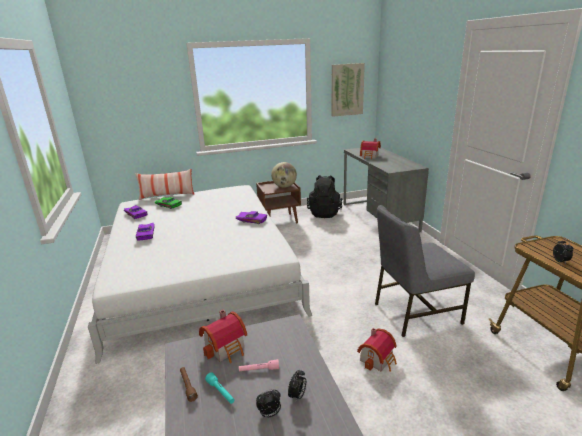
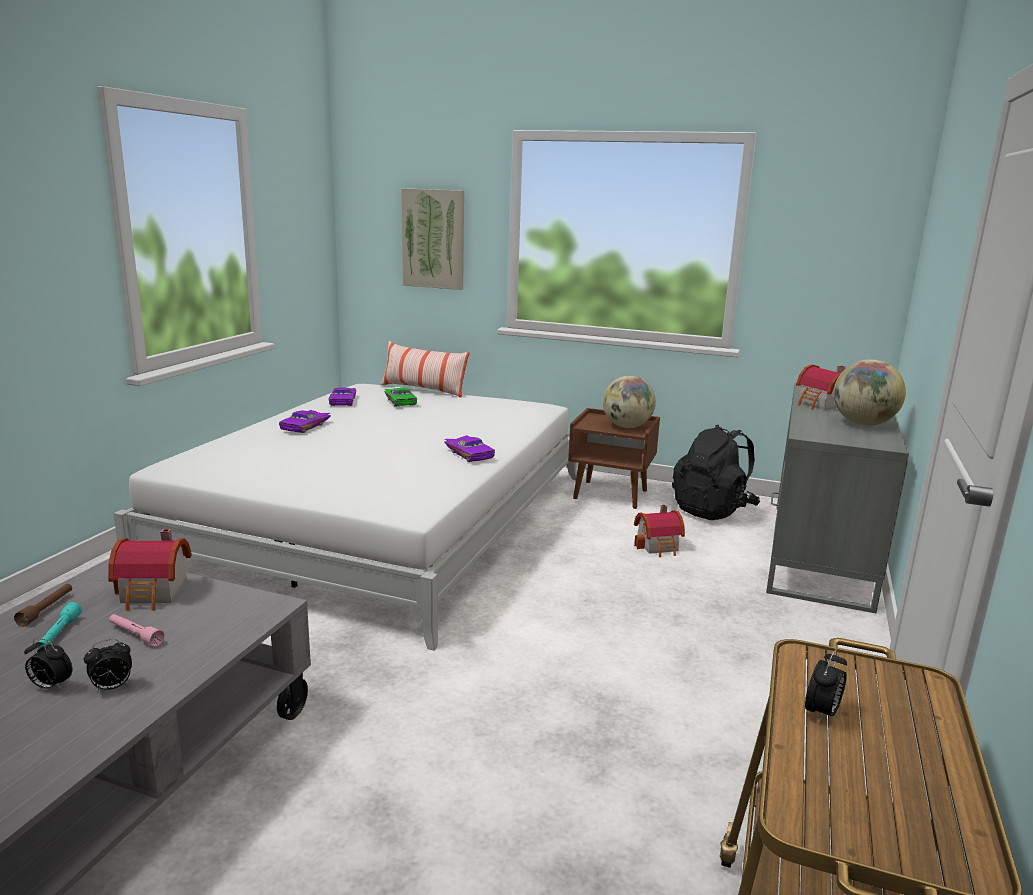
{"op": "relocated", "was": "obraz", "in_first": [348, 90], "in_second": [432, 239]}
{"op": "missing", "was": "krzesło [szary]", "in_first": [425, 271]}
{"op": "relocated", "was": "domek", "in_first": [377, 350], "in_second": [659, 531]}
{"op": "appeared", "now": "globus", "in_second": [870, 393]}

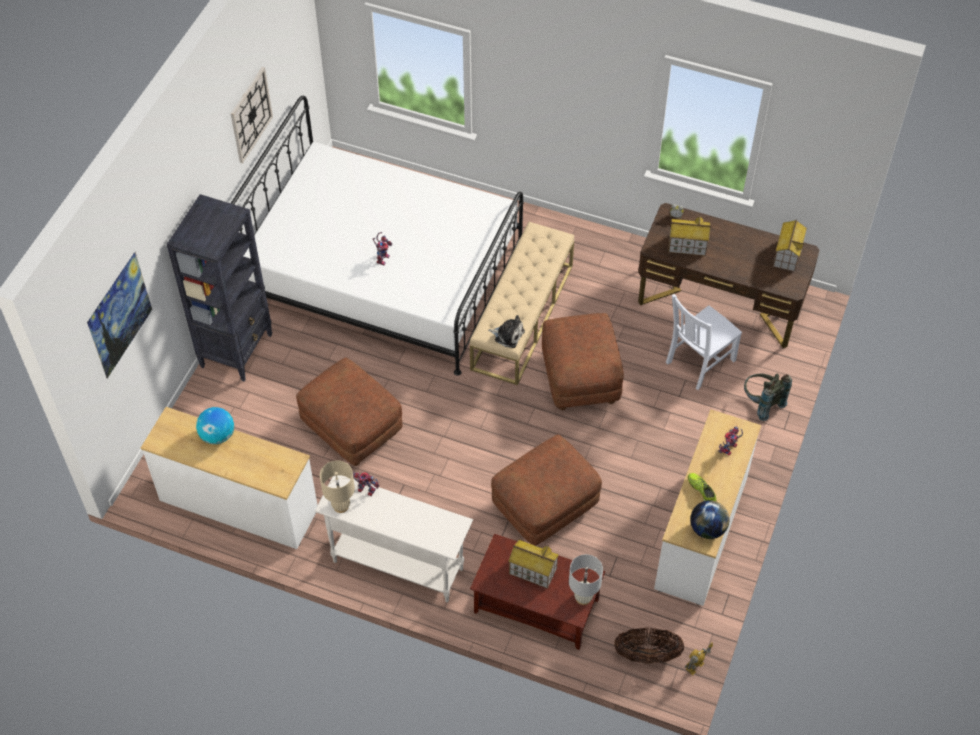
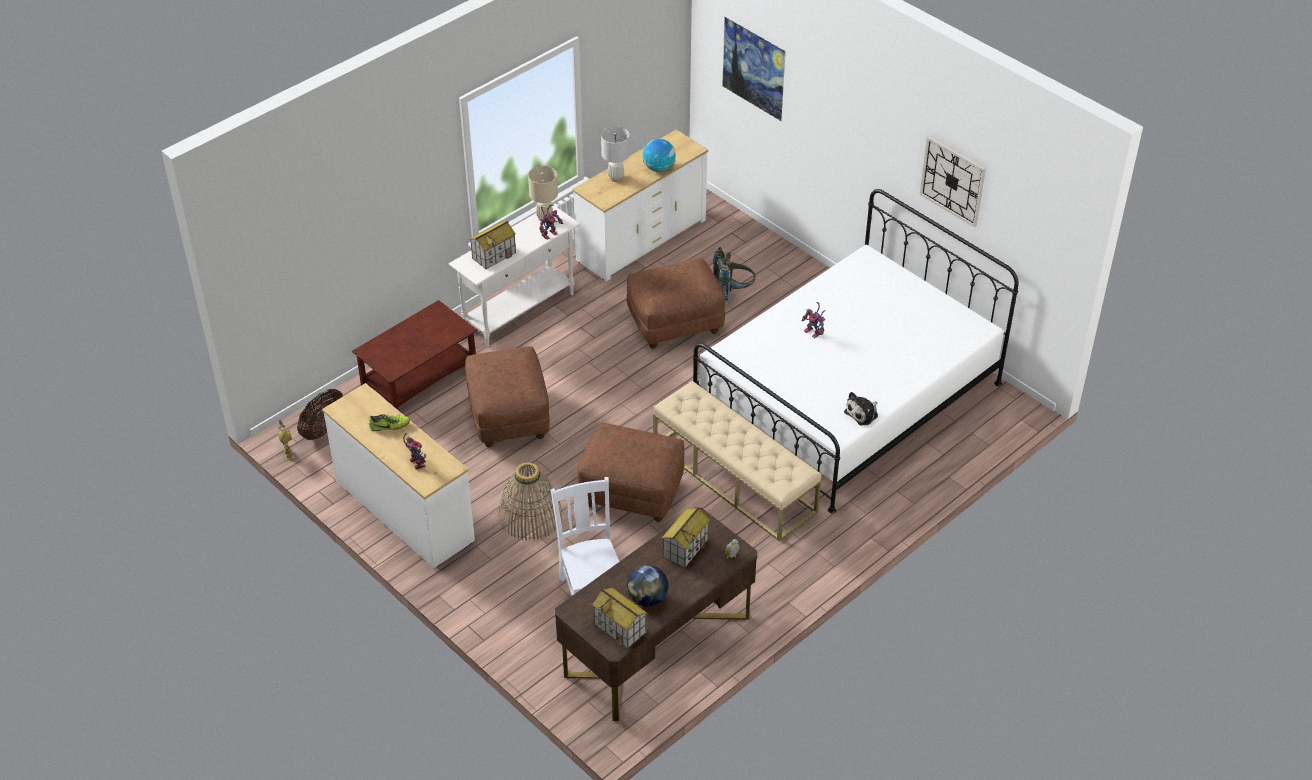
{"op": "missing", "was": "regał [czarny]", "in_first": [219, 288]}
{"op": "relocated", "was": "pluszak", "in_first": [506, 331], "in_second": [861, 409]}
{"op": "relocated", "was": "plecak [szary]", "in_first": [768, 397], "in_second": [734, 276]}
{"op": "relocated", "was": "globus", "in_first": [709, 519], "in_second": [647, 586]}
{"op": "relocated", "was": "domek", "in_first": [533, 564], "in_second": [493, 245]}
{"op": "relocated", "was": "lampa stołowa [biały]", "in_first": [586, 579], "in_second": [615, 154]}
{"op": "appeared", "now": "koszyk", "in_second": [530, 501]}

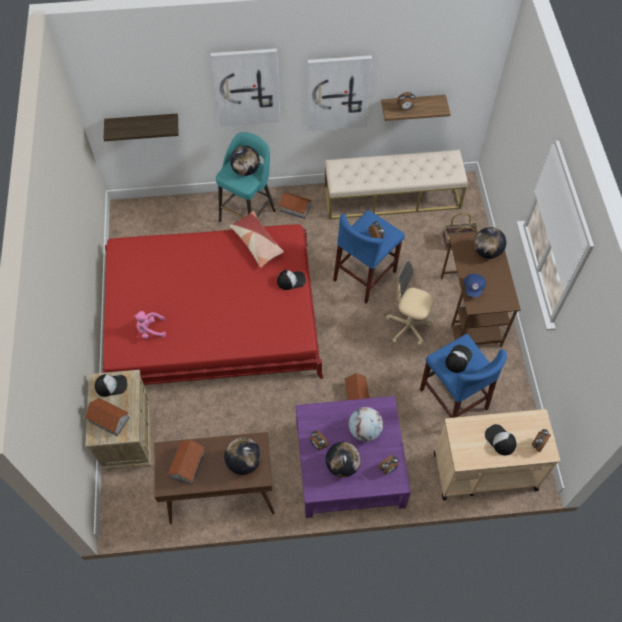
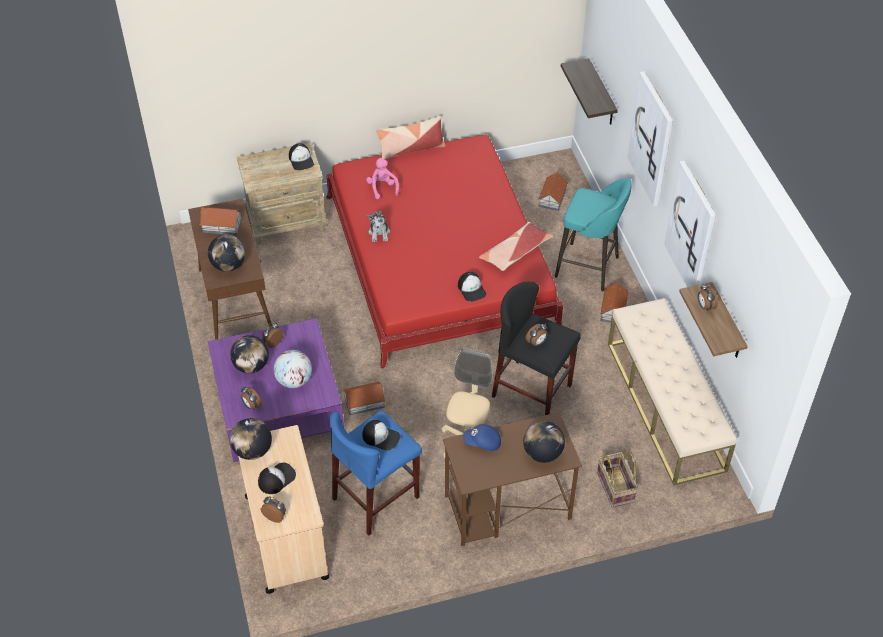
{"op": "relocated", "was": "globus", "in_first": [245, 161], "in_second": [251, 439]}
{"op": "colour", "was": "stołek [niebieski]", "now": "stołek [czarny]", "in_first": [369, 257], "in_second": [536, 348]}
{"op": "relocated", "was": "domek", "in_first": [107, 417], "in_second": [553, 191]}
{"op": "appeared", "now": "poduszka", "in_second": [411, 137]}
{"op": "appeared", "now": "pluszak", "in_second": [378, 226]}

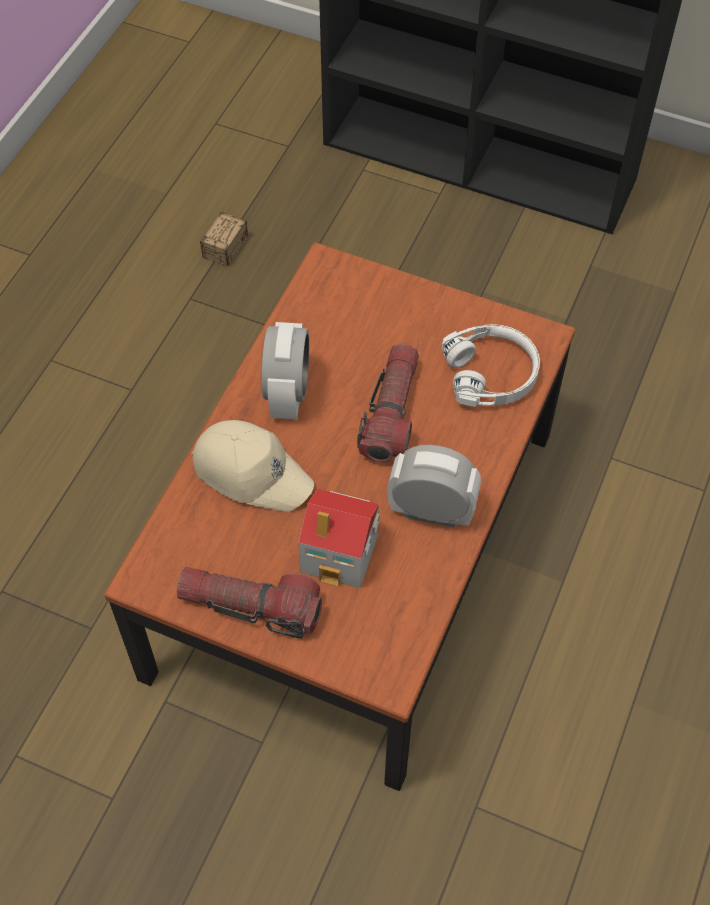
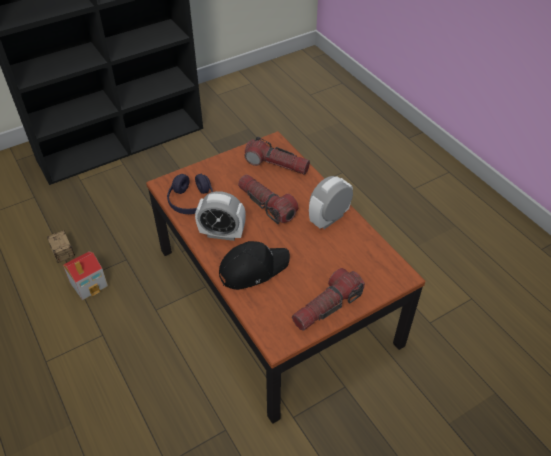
{"op": "spun", "was": "budzik", "in_first": [285, 371], "in_second": [220, 216], "clockwise": 150}
{"op": "exchanged", "was": "słuchawki [biały]", "now": "latarka", "in_first": [491, 365], "in_second": [277, 156]}
{"op": "colour", "was": "czapka z daszkiem [beżowy]", "now": "czapka z daszkiem [czarny]", "in_first": [253, 466], "in_second": [254, 265]}
{"op": "relocated", "was": "domek", "in_first": [339, 538], "in_second": [85, 275]}
{"op": "appeared", "now": "słuchawki [fioletowy]", "in_second": [190, 194]}

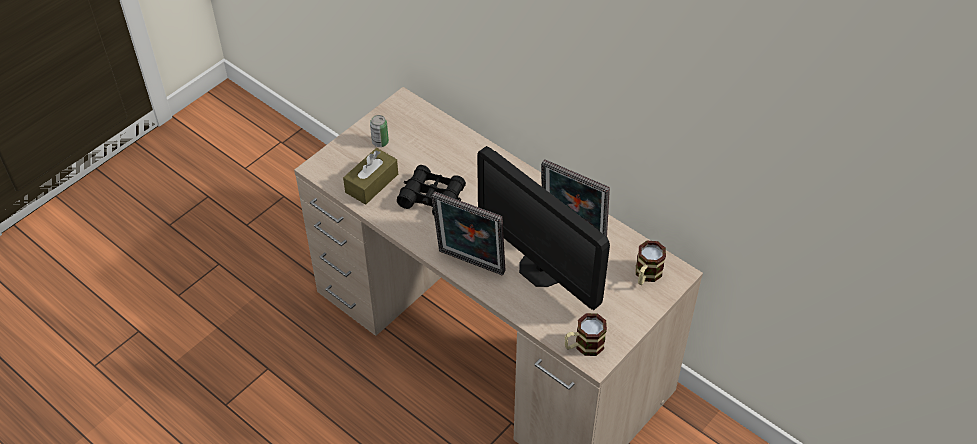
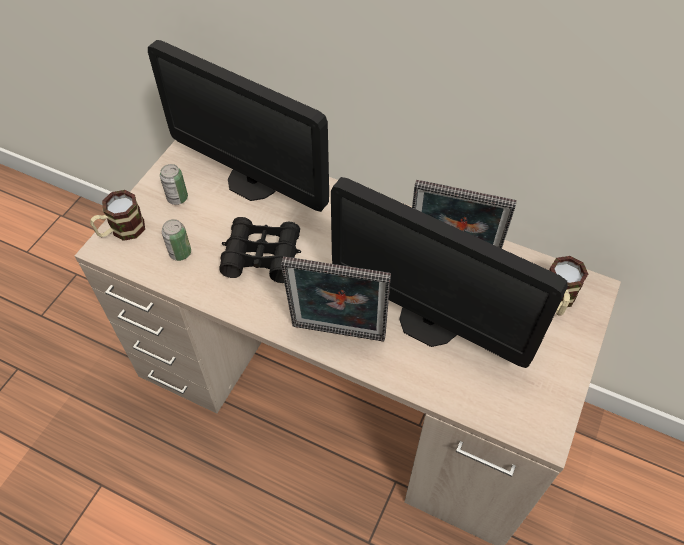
{"op": "exchanged", "was": "pudełko chusteczek [brązowy]", "now": "puszka", "in_first": [370, 176], "in_second": [176, 240]}
{"op": "relocated", "was": "kubek", "in_first": [586, 334], "in_second": [117, 215]}
{"op": "appeared", "now": "monitor", "in_second": [238, 126]}

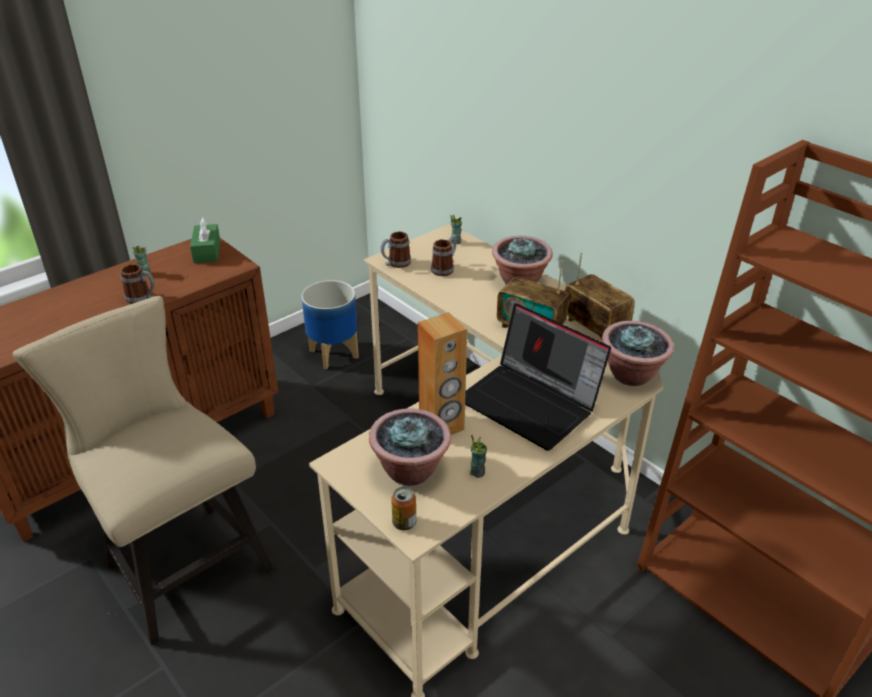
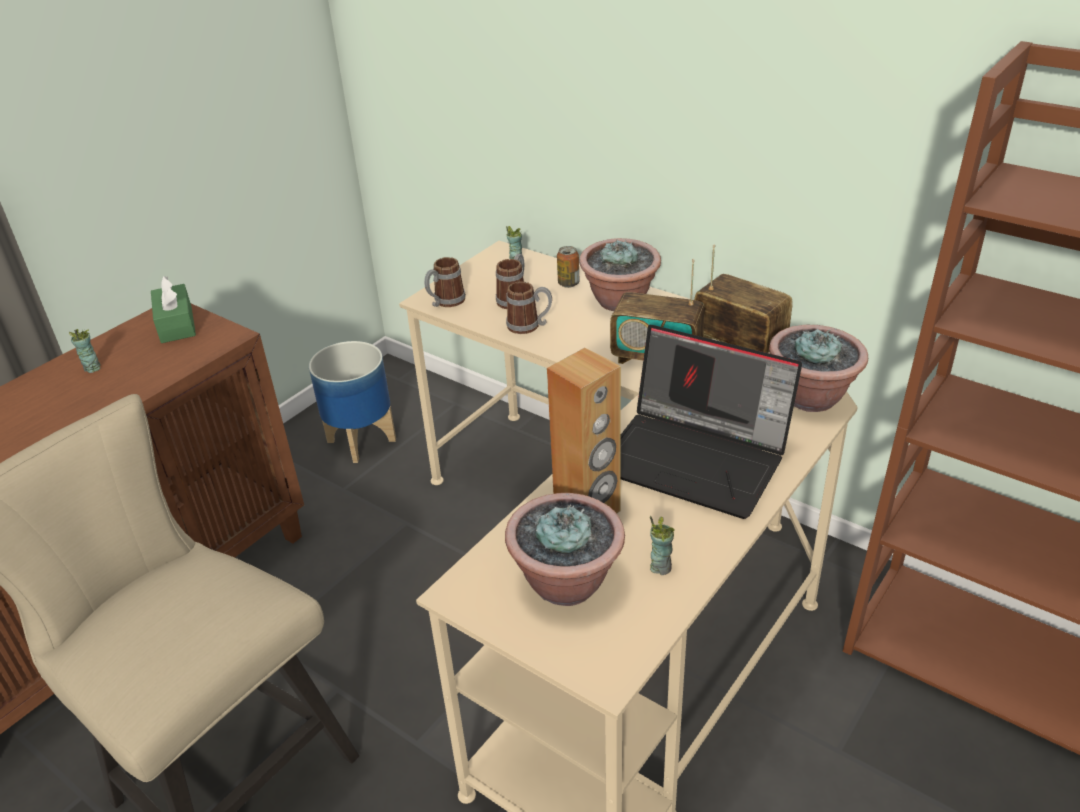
{"op": "relocated", "was": "kubek", "in_first": [138, 284], "in_second": [529, 307]}
{"op": "relocated", "was": "puszka", "in_first": [403, 508], "in_second": [568, 267]}

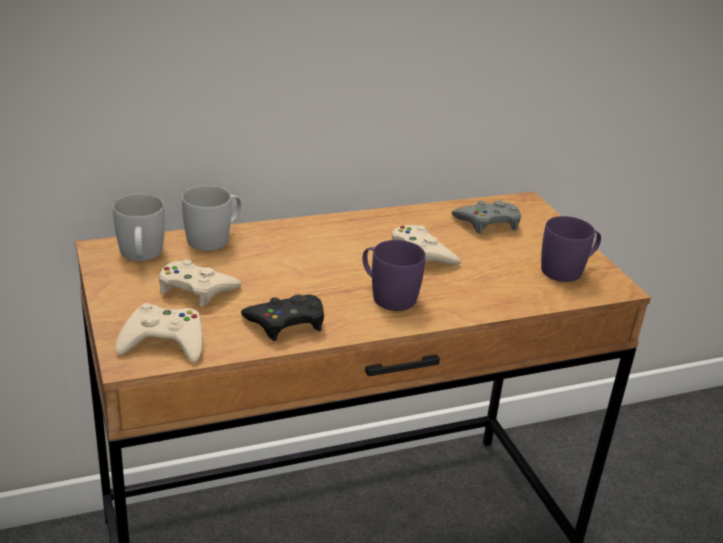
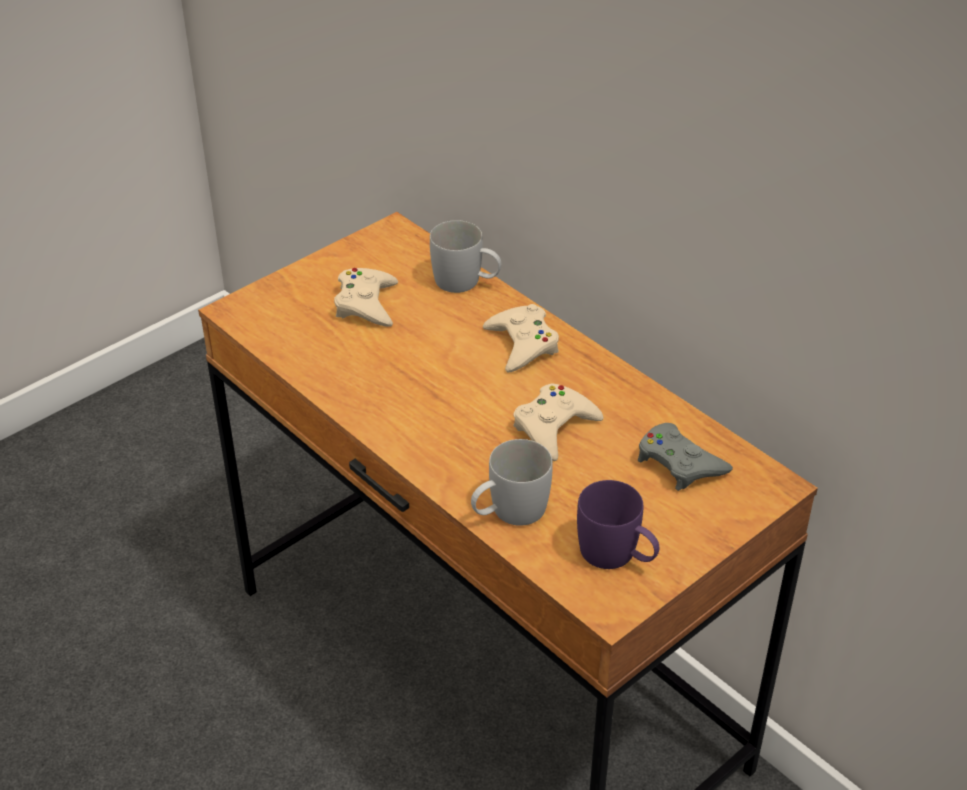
{"op": "relocated", "was": "kubek [biały]", "in_first": [139, 227], "in_second": [512, 482]}
{"op": "missing", "was": "kubek [fioletowy]", "in_first": [394, 275]}
{"op": "missing", "was": "pad do gier [czarny]", "in_first": [282, 317]}
{"op": "relocated", "was": "pad do gier [beżowy]", "in_first": [158, 333], "in_second": [521, 338]}

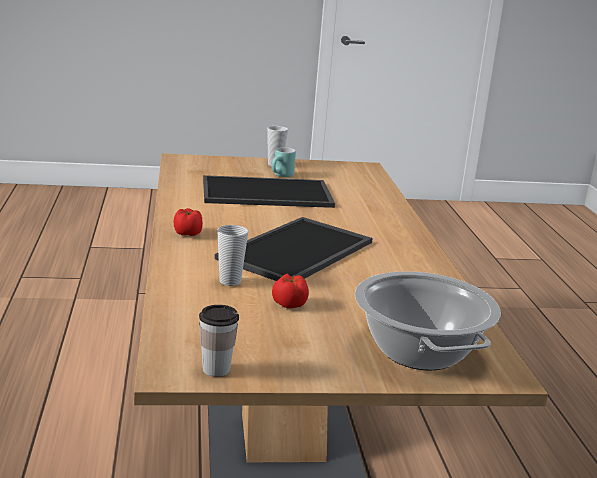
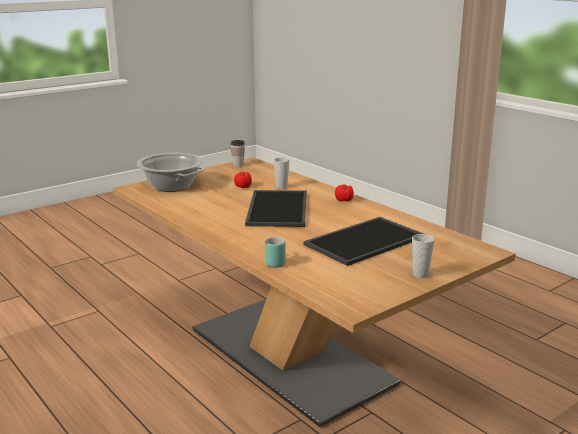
{"op": "relocated", "was": "kubek [turkusowy]", "in_first": [284, 162], "in_second": [275, 252]}

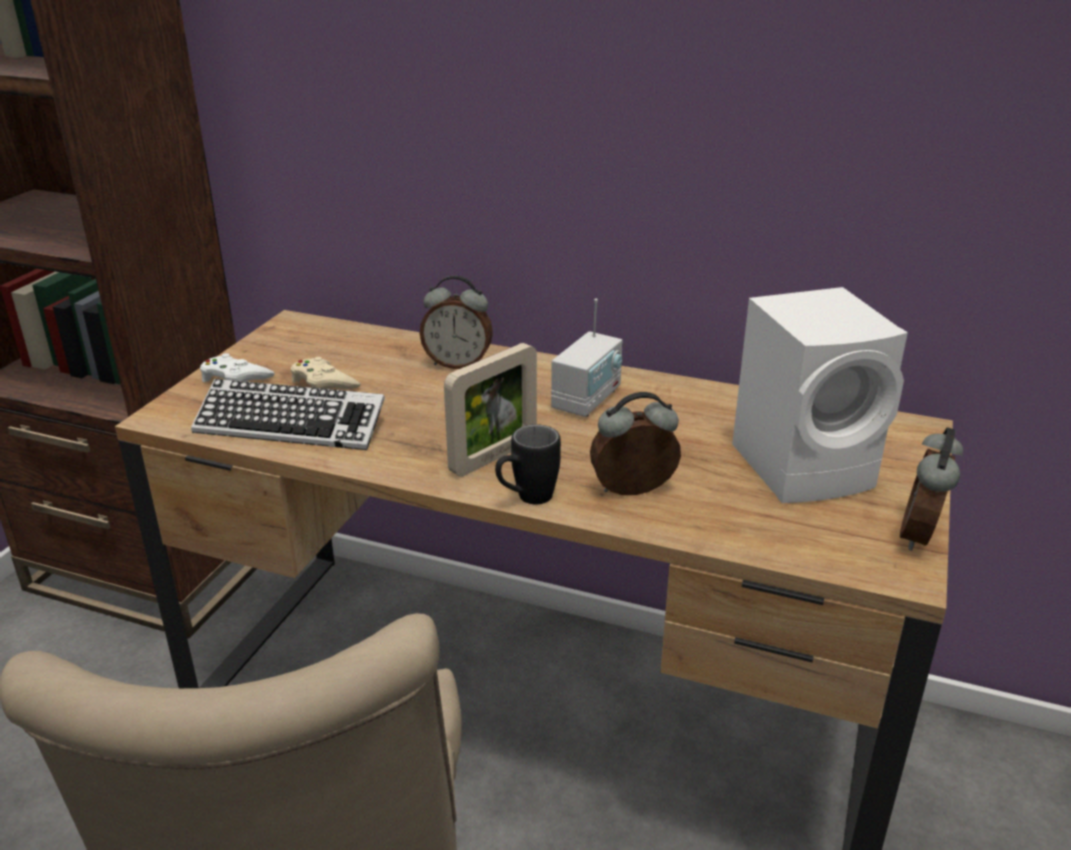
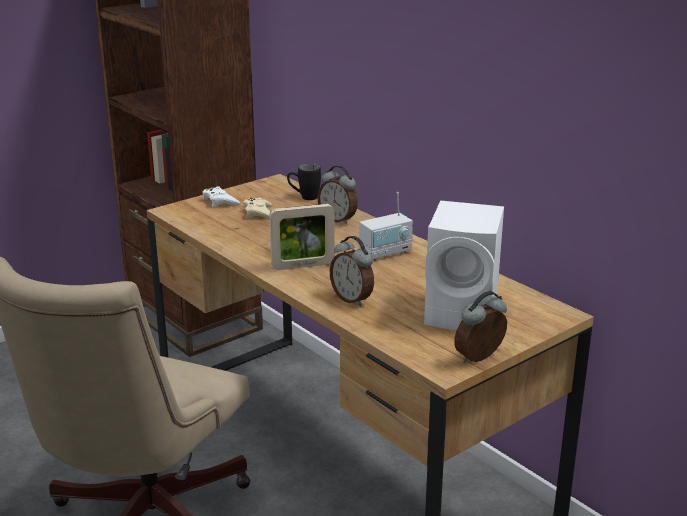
{"op": "missing", "was": "klawiatura", "in_first": [288, 414]}
{"op": "spun", "was": "budzik", "in_first": [635, 443], "in_second": [352, 271], "clockwise": -150}
{"op": "relocated", "was": "kubek [czarny]", "in_first": [528, 464], "in_second": [304, 182]}

